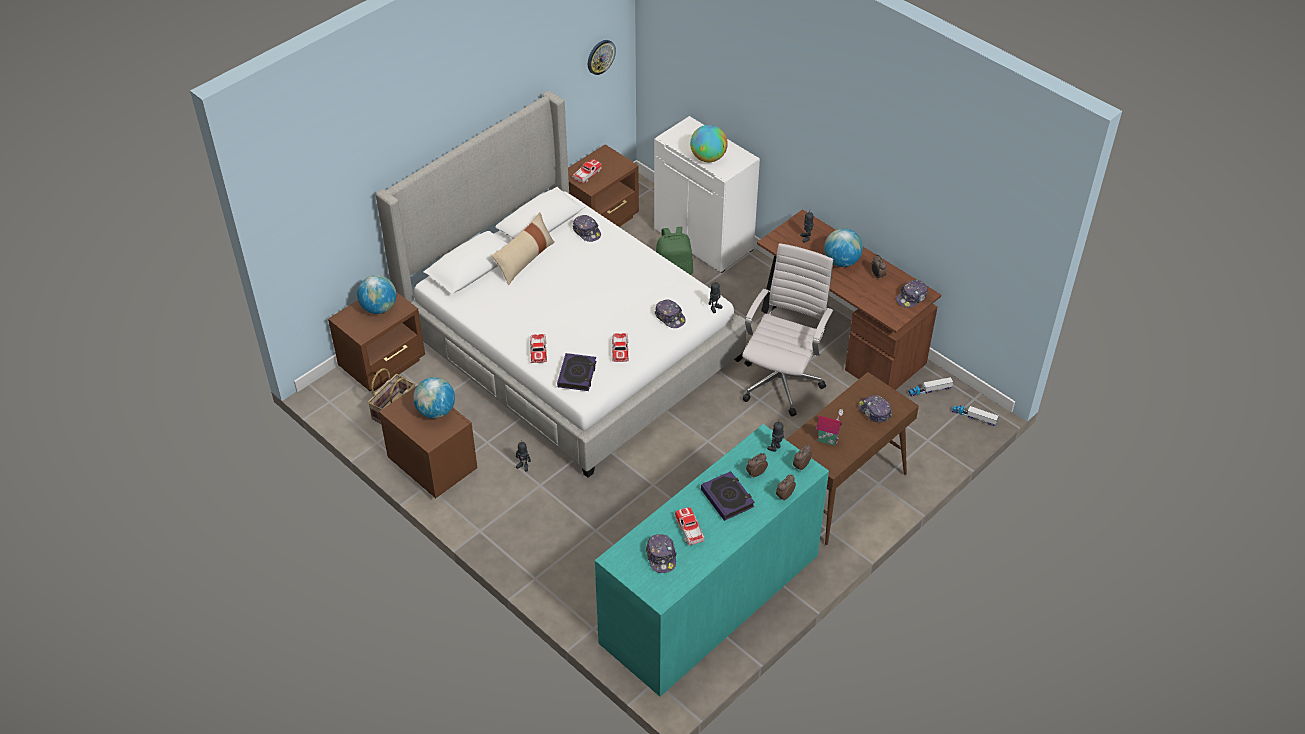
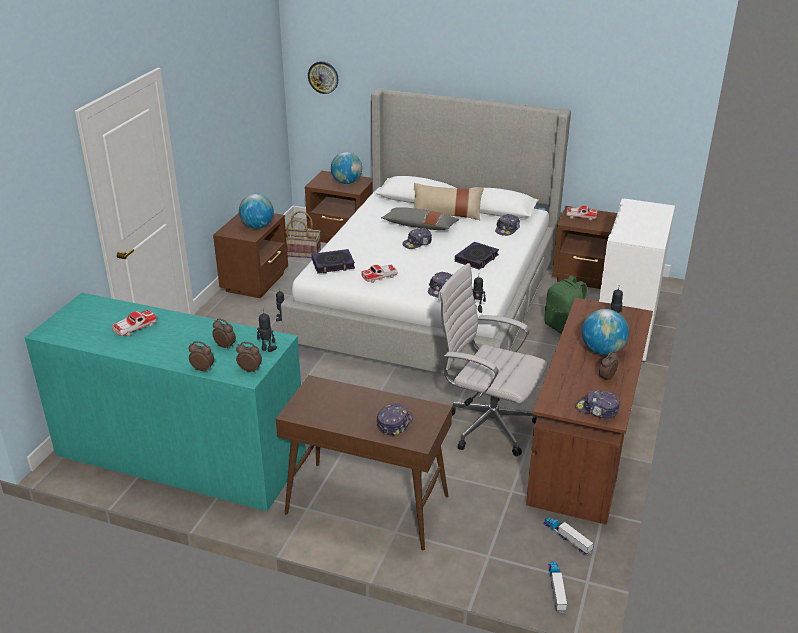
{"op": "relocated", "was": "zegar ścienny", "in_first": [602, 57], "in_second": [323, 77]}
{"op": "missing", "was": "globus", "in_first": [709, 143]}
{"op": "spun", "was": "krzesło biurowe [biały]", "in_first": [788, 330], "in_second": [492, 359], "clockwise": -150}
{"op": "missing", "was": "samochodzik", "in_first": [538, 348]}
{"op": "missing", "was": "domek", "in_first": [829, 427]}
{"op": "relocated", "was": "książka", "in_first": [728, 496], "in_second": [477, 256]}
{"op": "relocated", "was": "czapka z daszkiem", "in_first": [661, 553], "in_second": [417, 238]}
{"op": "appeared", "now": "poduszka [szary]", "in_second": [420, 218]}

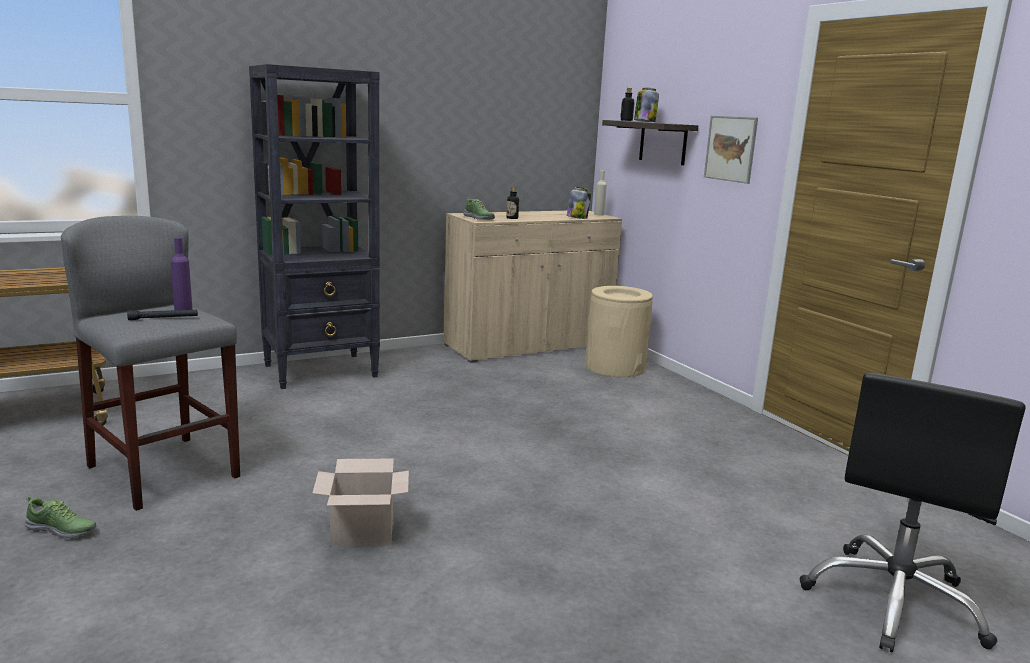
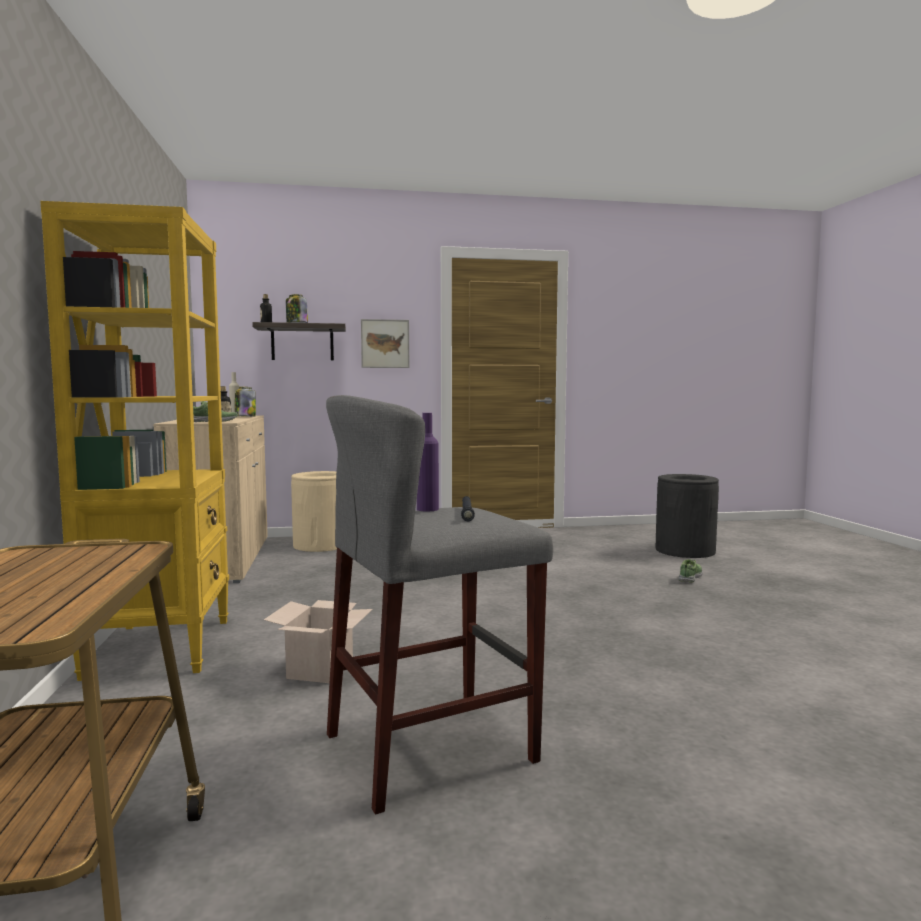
{"op": "colour", "was": "regał [czarny]", "now": "regał [żółty]", "in_first": [314, 226], "in_second": [134, 441]}
{"op": "exchanged", "was": "krzesło biurowe [czarny]", "now": "kosz na śmieci [czarny]", "in_first": [912, 512], "in_second": [687, 516]}
{"op": "relocated", "was": "karton", "in_first": [360, 503], "in_second": [318, 641]}
{"op": "relocated", "was": "but", "in_first": [60, 517], "in_second": [690, 571]}

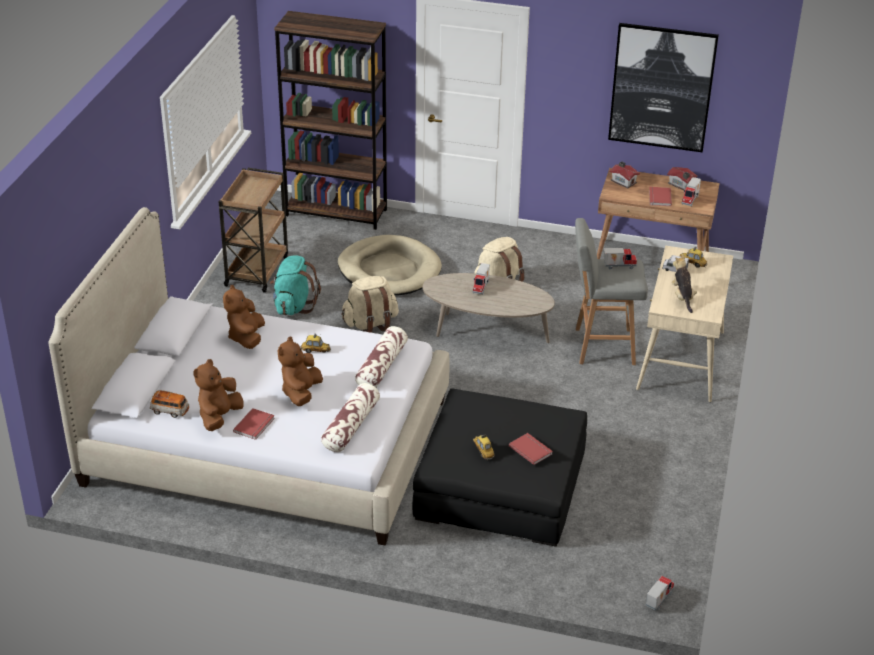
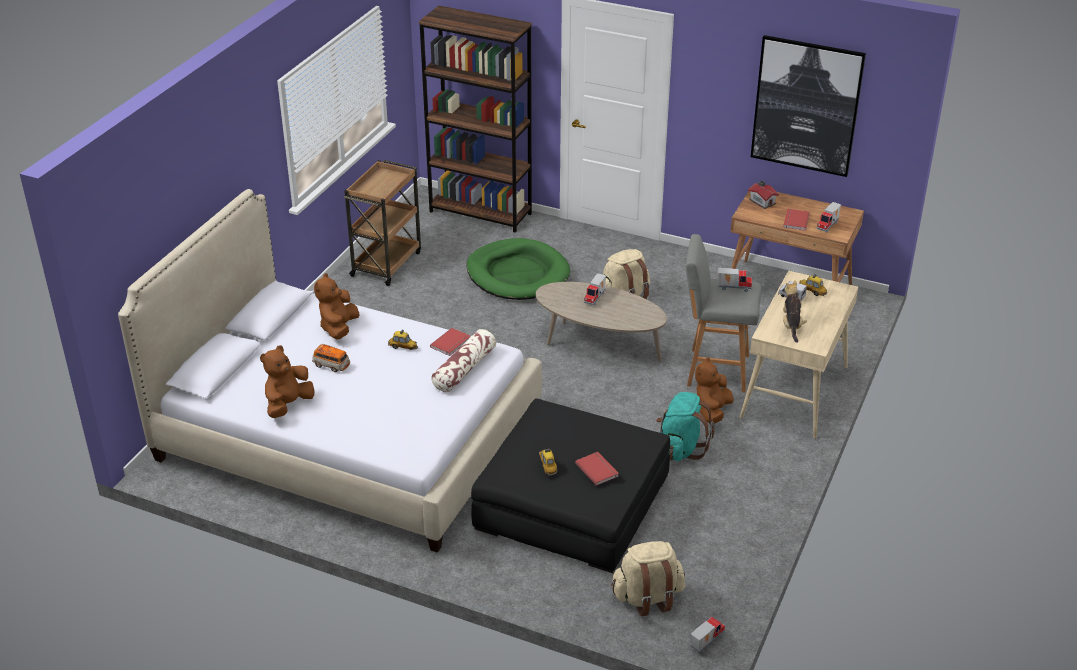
{"op": "missing", "was": "domek", "in_first": [682, 178]}
{"op": "colour", "was": "legowisko [beżowy]", "now": "legowisko [zielony]", "in_first": [390, 265], "in_second": [518, 269]}
{"op": "relocated", "was": "plecak [turkusowy]", "in_first": [295, 285], "in_second": [685, 426]}
{"op": "relocated", "was": "plecak [beżowy]", "in_first": [370, 304], "in_second": [648, 578]}
{"op": "relocated", "was": "pluszak [brązowy]", "in_first": [300, 371], "in_second": [714, 390]}
{"op": "missing", "was": "poduszka", "in_first": [350, 417]}
{"op": "relocated", "was": "samochodzik", "in_first": [169, 404], "in_second": [331, 358]}
{"op": "relocated", "was": "książka [czerwony]", "in_first": [254, 424], "in_second": [450, 342]}

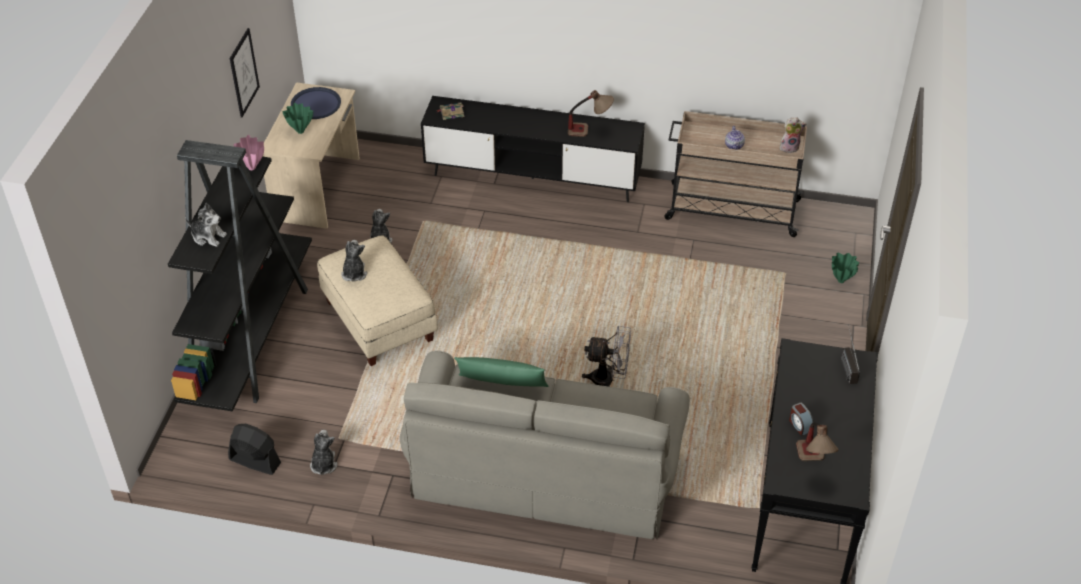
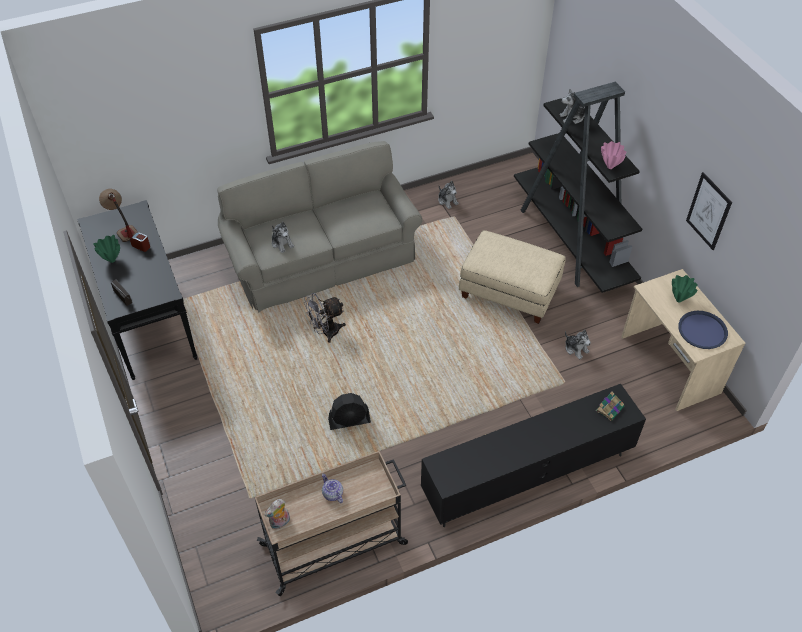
{"op": "missing", "was": "lampa stołowa", "in_first": [591, 113]}
{"op": "relocated", "was": "pluszak", "in_first": [354, 261], "in_second": [283, 237]}
{"op": "relocated", "was": "wazon [zielony]", "in_first": [845, 268], "in_second": [106, 249]}
{"op": "missing", "was": "poduszka [zielony]", "in_first": [501, 372]}
{"op": "relocated", "was": "wentylator [czarny]", "in_first": [254, 449], "in_second": [349, 411]}

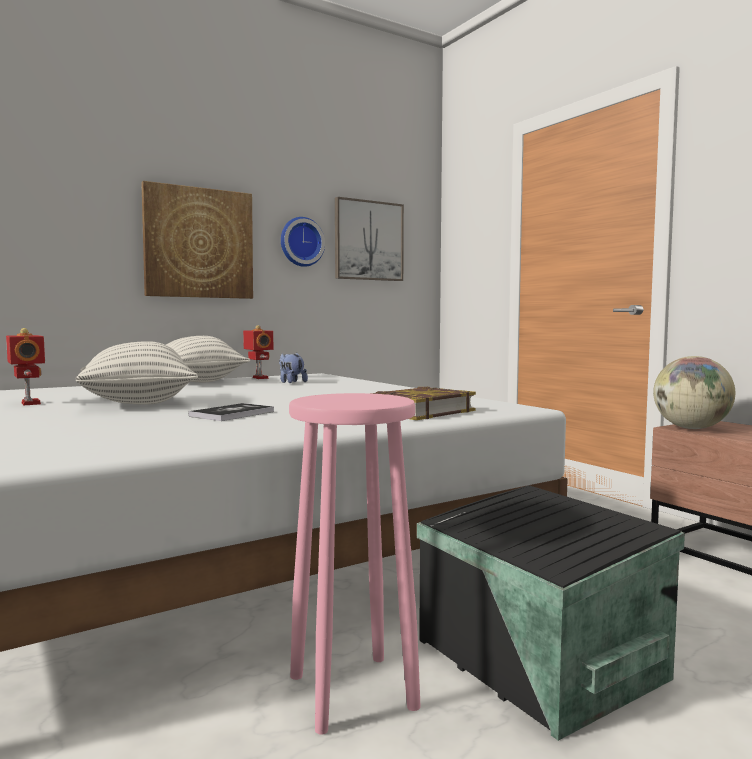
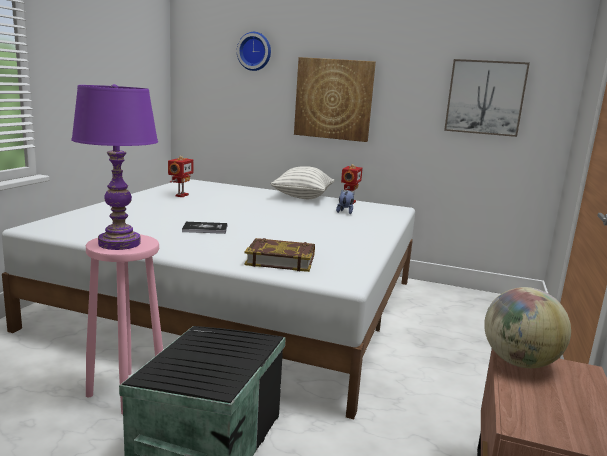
{"op": "relocated", "was": "zegar ścienny", "in_first": [303, 242], "in_second": [254, 51]}
{"op": "missing", "was": "poduszka", "in_first": [136, 373]}
{"op": "appeared", "now": "lampa stołowa [fioletowy]", "in_second": [114, 167]}

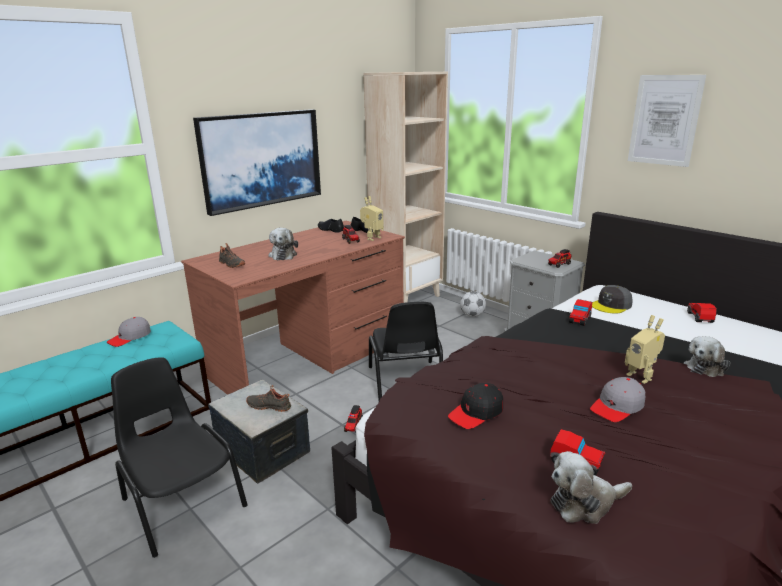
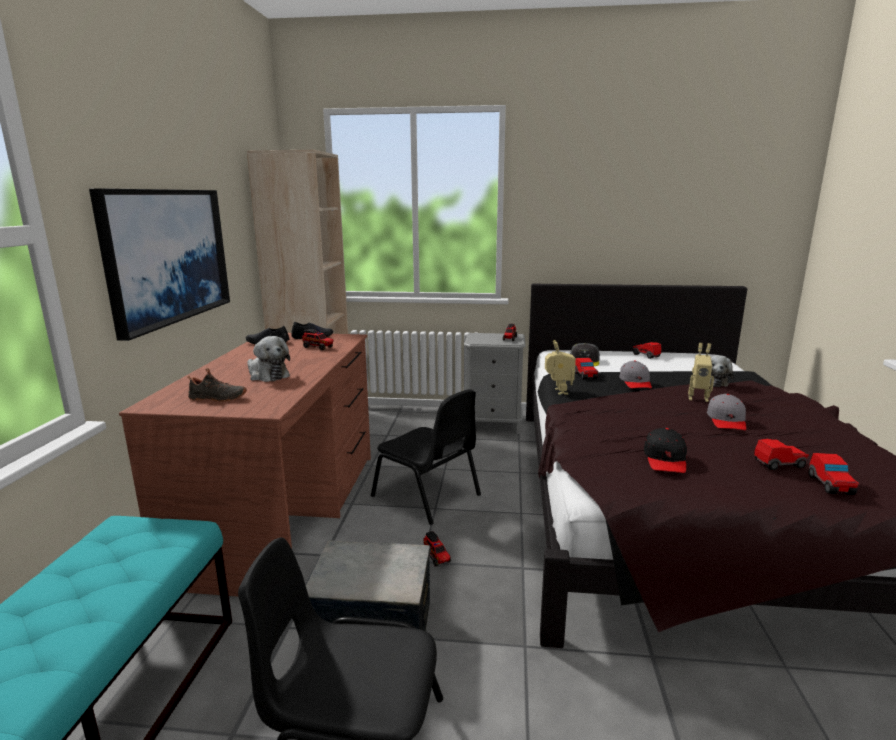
{"op": "missing", "was": "obraz", "in_first": [667, 121]}
{"op": "relocated", "was": "robot zabawkowy", "in_first": [372, 218], "in_second": [560, 367]}
{"op": "missing", "was": "piłka futbolowa", "in_first": [473, 304]}
{"op": "relocated", "was": "czapka z daszkiem [szary]", "in_first": [129, 332], "in_second": [635, 374]}
{"op": "missing", "was": "but [czarny]", "in_first": [268, 398]}
{"op": "exchanged", "was": "pluszak", "now": "samochodzik", "in_first": [591, 487], "in_second": [834, 474]}

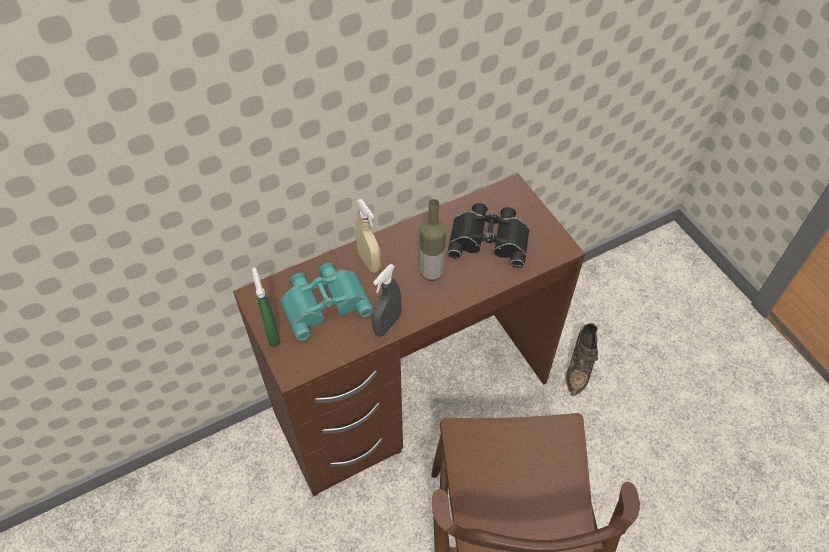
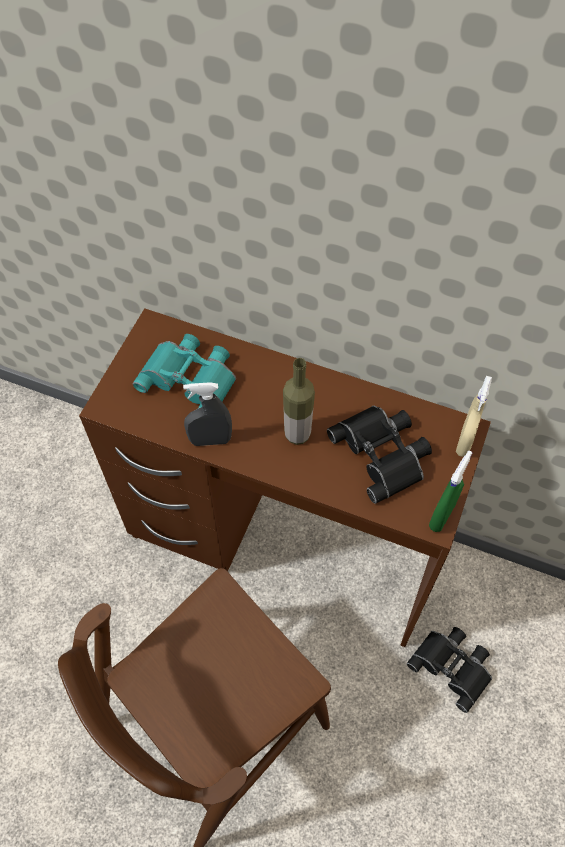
{"op": "relocated", "was": "spryskiwacz [beżowy]", "in_first": [368, 235], "in_second": [474, 416]}
{"op": "relocated", "was": "spryskiwacz [zielony]", "in_first": [266, 307], "in_second": [450, 491]}
{"op": "exchanged", "was": "but [brązowy]", "now": "lornetka [czarny]", "in_first": [581, 360], "in_second": [449, 670]}

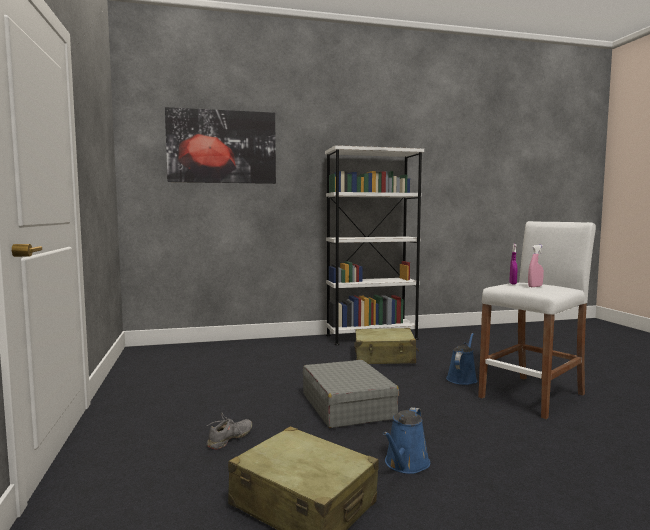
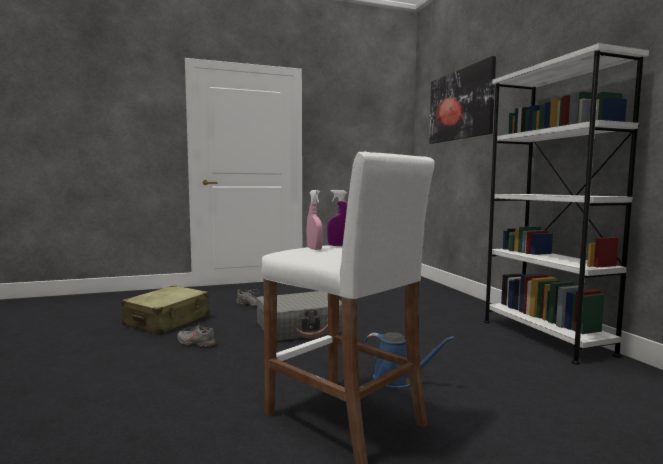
{"op": "missing", "was": "walizka [beżowy]", "in_first": [386, 346]}
{"op": "exchanged", "was": "konewka [niebieski]", "now": "but [szary]", "in_first": [406, 440], "in_second": [196, 336]}

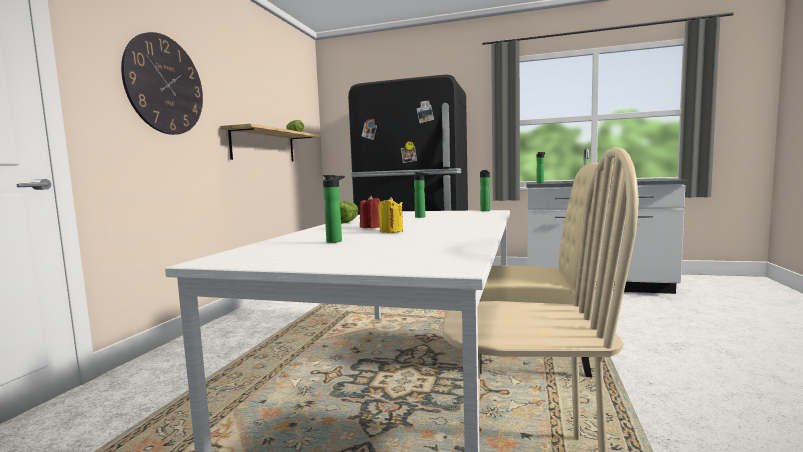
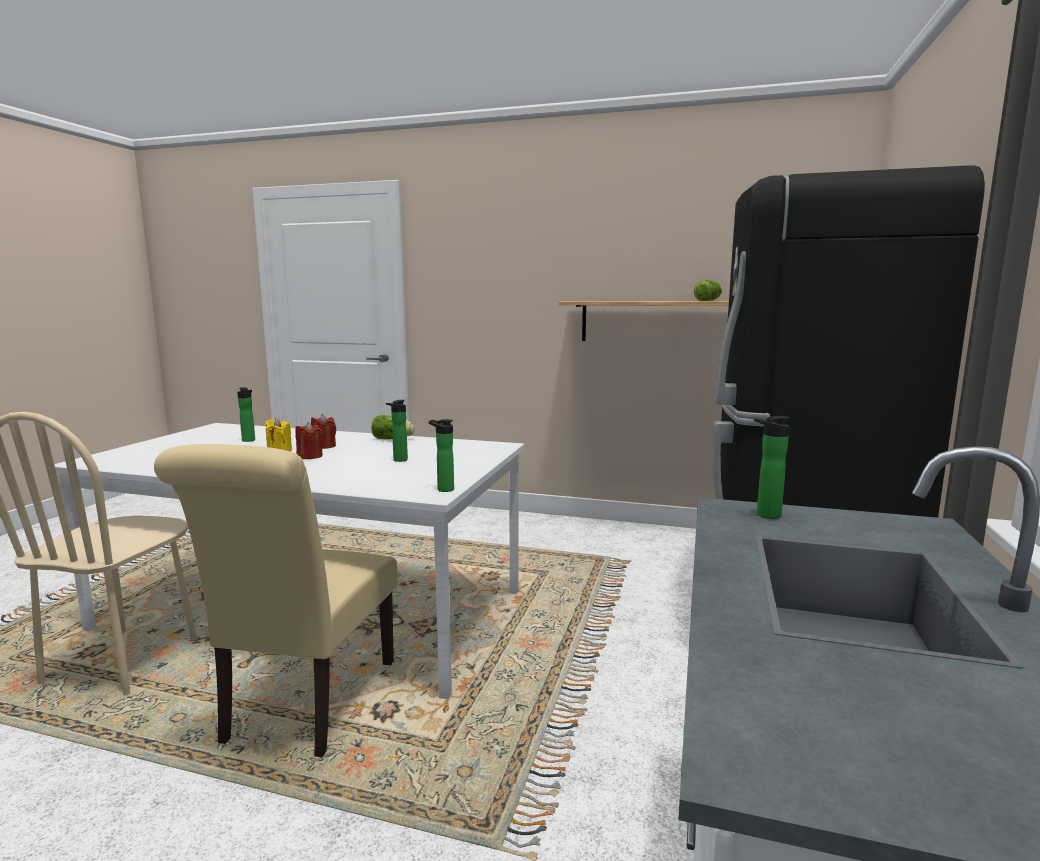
{"op": "missing", "was": "zegar ścienny", "in_first": [162, 83]}
{"op": "appeared", "now": "świeca [czerwony]", "in_second": [309, 440]}

